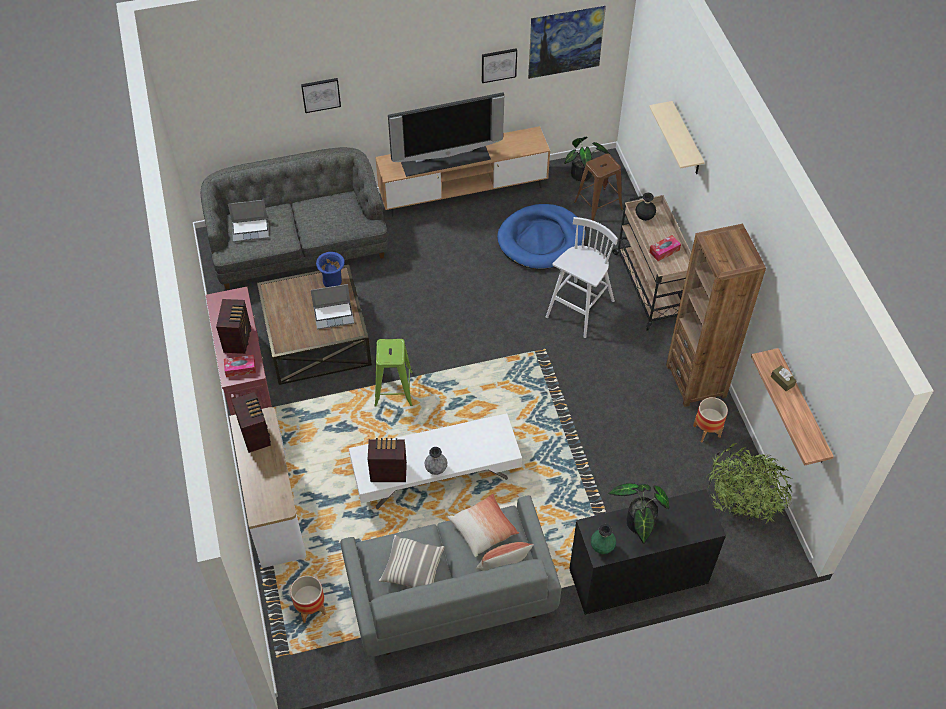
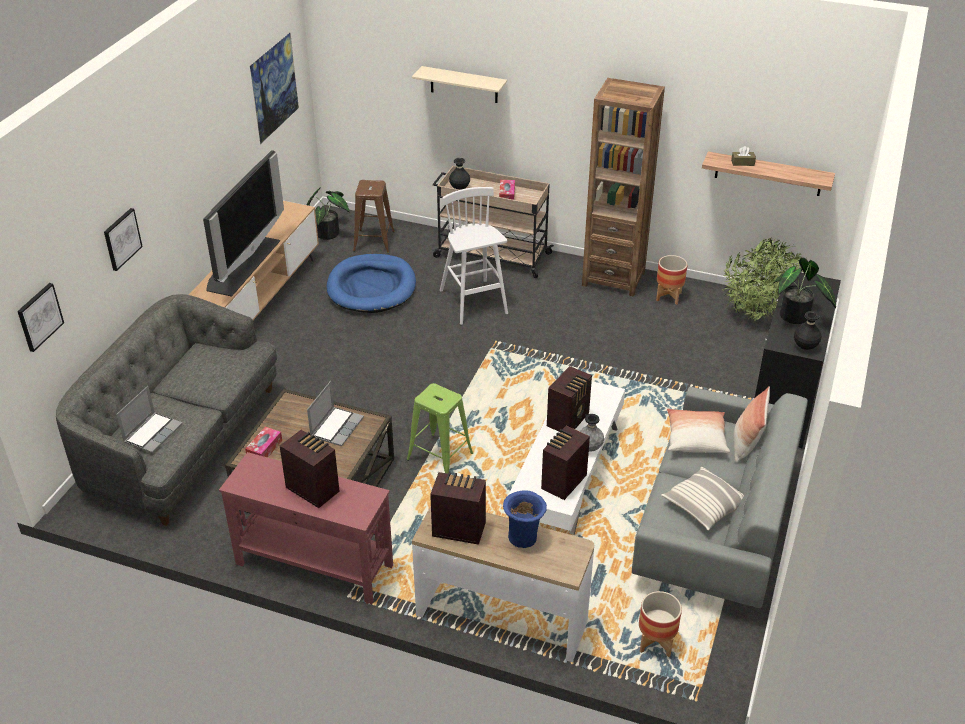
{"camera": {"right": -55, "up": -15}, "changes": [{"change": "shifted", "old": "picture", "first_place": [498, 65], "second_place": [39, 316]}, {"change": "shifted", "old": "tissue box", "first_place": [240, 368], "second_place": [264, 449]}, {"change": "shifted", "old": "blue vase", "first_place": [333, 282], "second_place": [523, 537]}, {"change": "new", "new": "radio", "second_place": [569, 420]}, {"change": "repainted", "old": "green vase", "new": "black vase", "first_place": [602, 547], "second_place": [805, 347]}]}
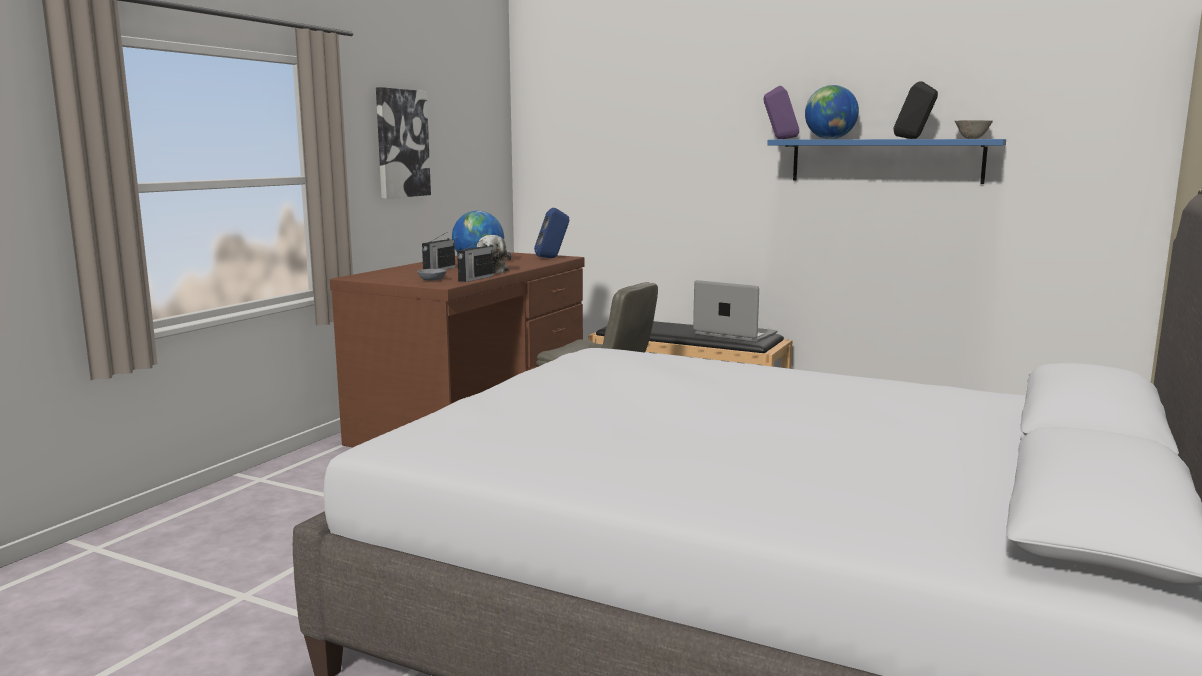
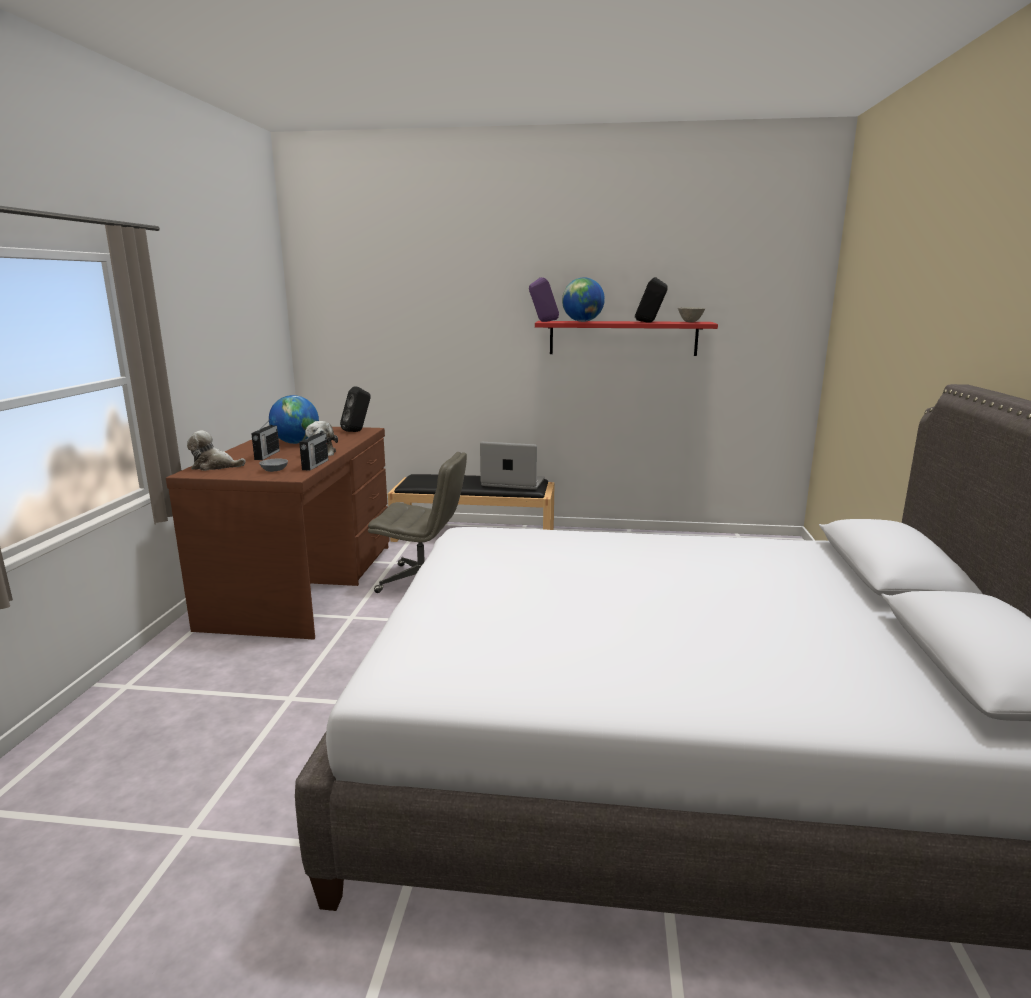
{"camera": {"right": -20, "up": 5}, "changes": [{"change": "new", "new": "plush toy", "second_place": [214, 466]}, {"change": "repainted", "old": "blue speaker", "new": "black speaker", "first_place": [552, 258], "second_place": [357, 431]}, {"change": "repainted", "old": "blue shelf", "new": "red shelf", "first_place": [885, 160], "second_place": [623, 338]}, {"change": "gone", "old": "picture", "first_place": [401, 143]}]}
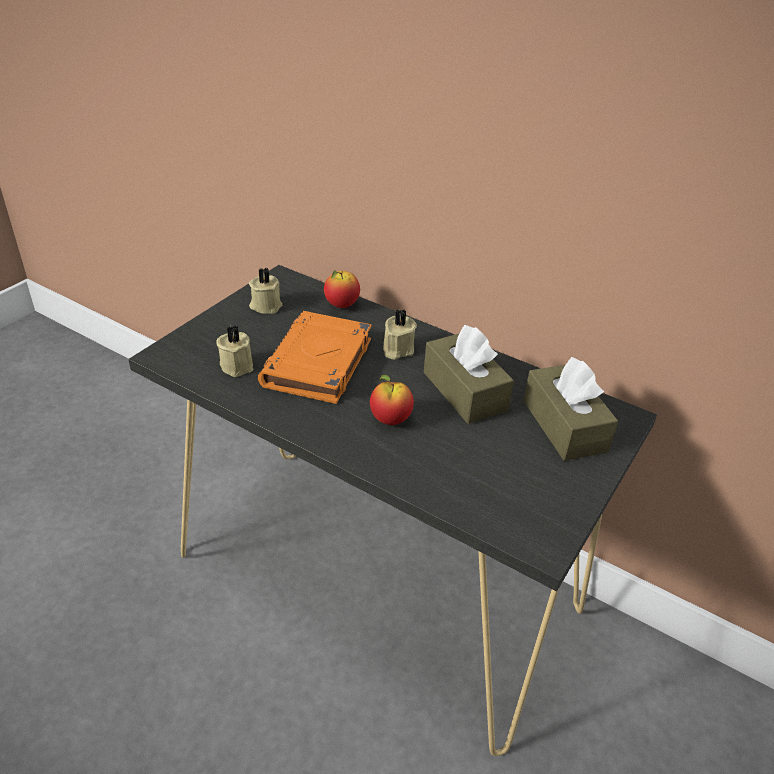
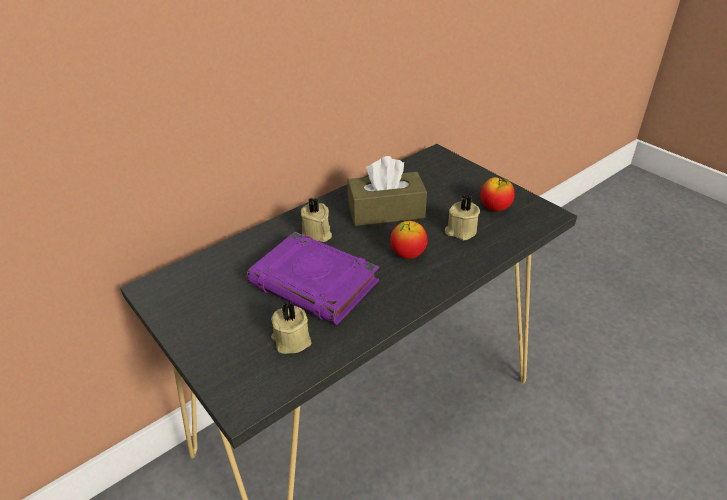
{"camera": {"right": -70, "up": 0}, "changes": [{"change": "repainted", "old": "orange book", "new": "purple book", "first_place": [318, 364], "second_place": [315, 284]}, {"change": "shifted", "old": "beige candle", "first_place": [266, 305], "second_place": [460, 231]}, {"change": "shifted", "old": "apple", "first_place": [341, 305], "second_place": [495, 208]}, {"change": "gone", "old": "brown tissue box", "first_place": [564, 425]}]}
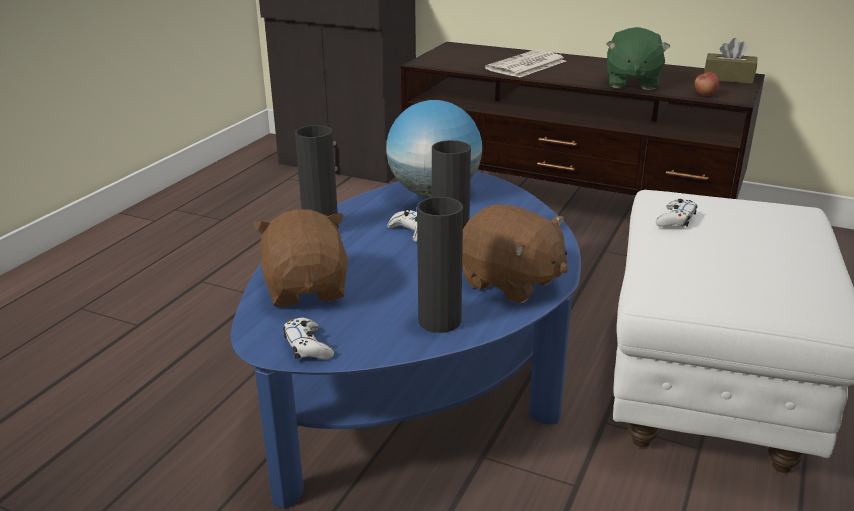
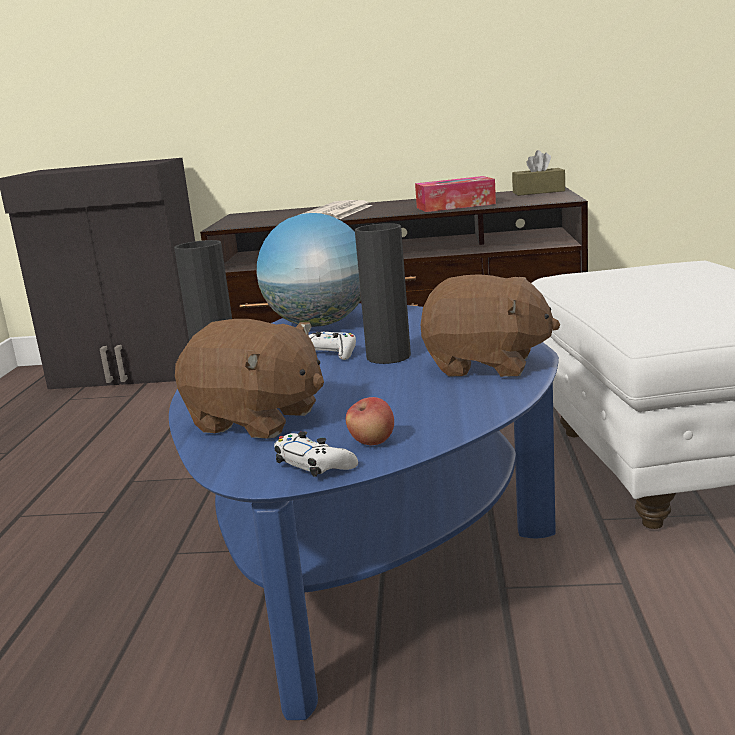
{"camera": {"right": -20, "up": -10}, "changes": [{"change": "rotated", "old": "brown plush toy", "first_place": [307, 289], "second_place": [256, 420], "degrees": 150}, {"change": "shifted", "old": "apple", "first_place": [705, 94], "second_place": [372, 442]}, {"change": "swapped", "old": "green plush toy", "new": "tissue box", "first_place": [631, 83], "second_place": [455, 206]}, {"change": "gone", "old": "black vase", "first_place": [439, 321]}, {"change": "gone", "old": "white game controller", "first_place": [676, 219]}]}
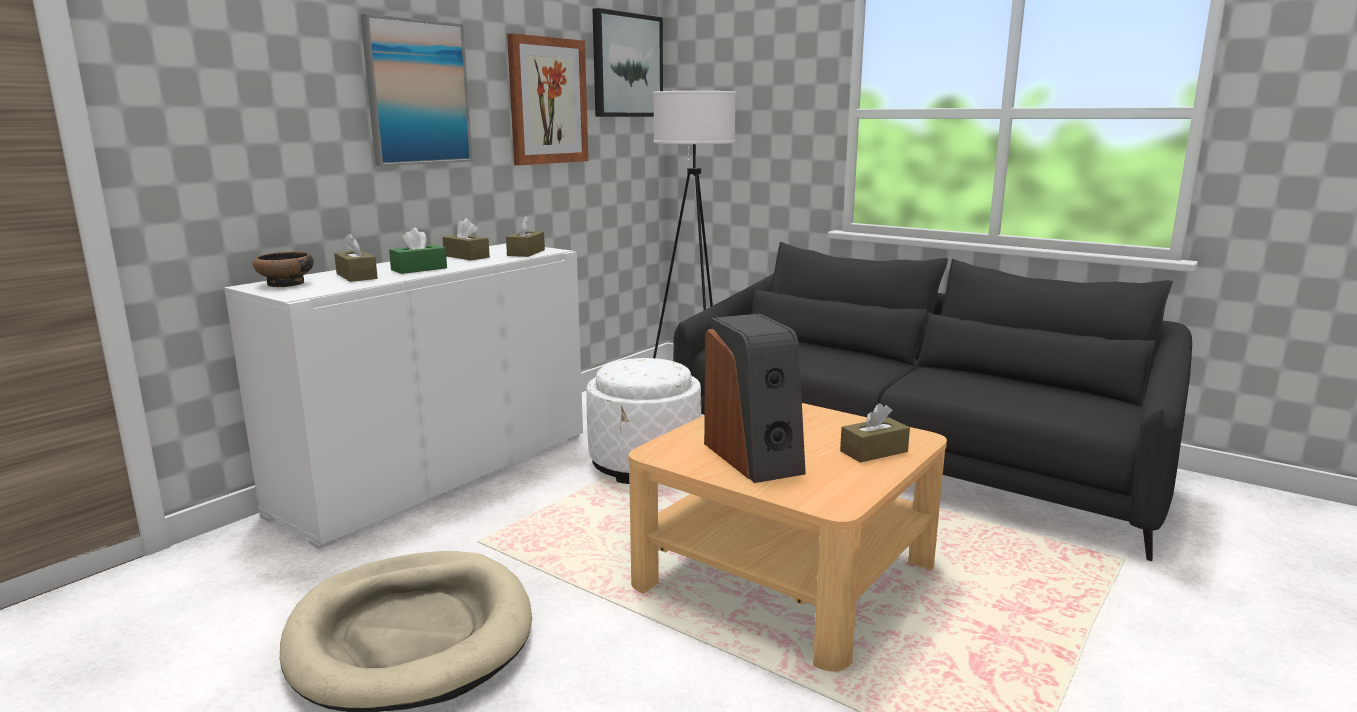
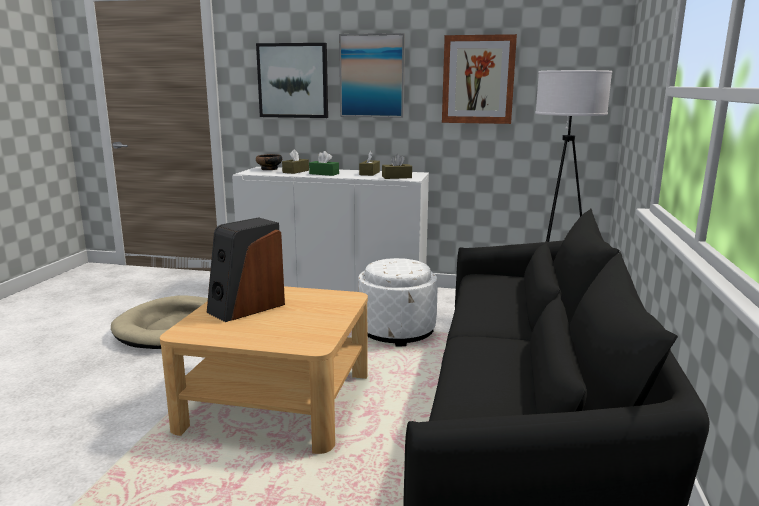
{"camera": {"right": 65, "up": 0}, "changes": [{"change": "shifted", "old": "picture", "first_place": [626, 66], "second_place": [293, 80]}, {"change": "gone", "old": "brown tissue box", "first_place": [874, 451]}]}
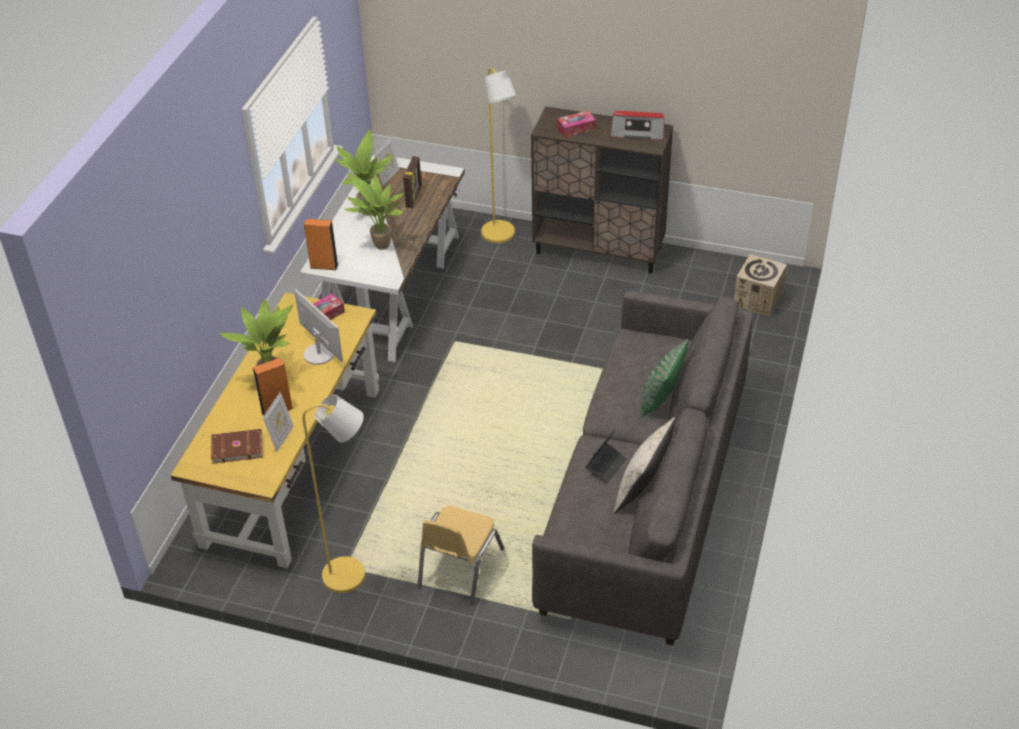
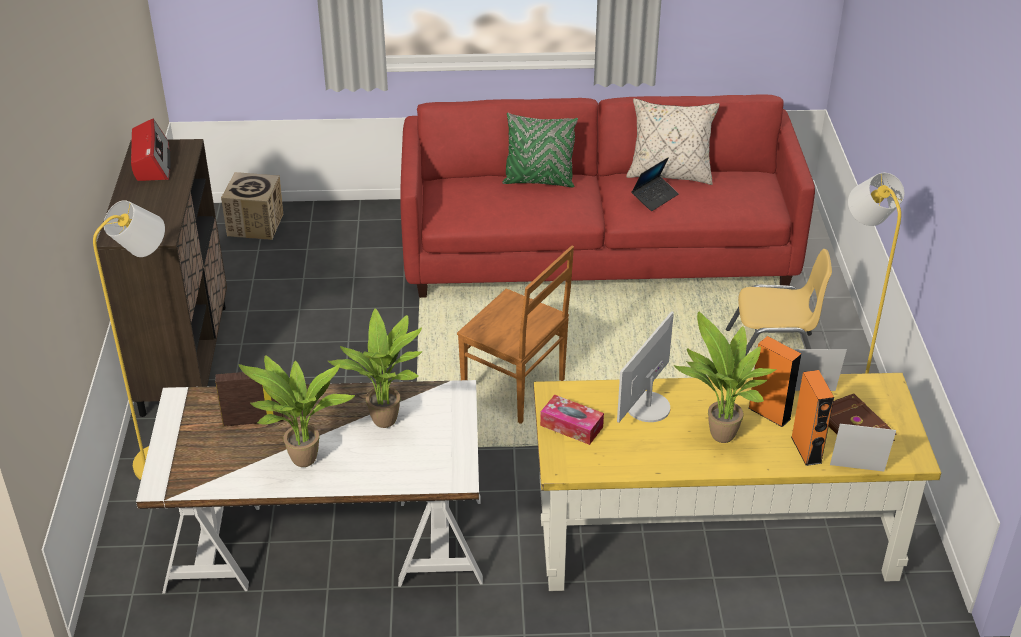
{"camera": {"right": -110, "up": -5}, "changes": [{"change": "repainted", "old": "grey sofa", "new": "red sofa", "first_place": [645, 496], "second_place": [598, 253]}, {"change": "new", "new": "brown chair", "second_place": [516, 390]}, {"change": "rotated", "old": "laptop", "first_place": [606, 466], "second_place": [654, 197], "degrees": 120}, {"change": "shifted", "old": "orange speaker", "first_place": [324, 266], "second_place": [806, 450]}, {"change": "shifted", "old": "picture frame", "first_place": [388, 177], "second_place": [857, 471]}, {"change": "gone", "old": "tissue box", "first_place": [576, 129]}]}
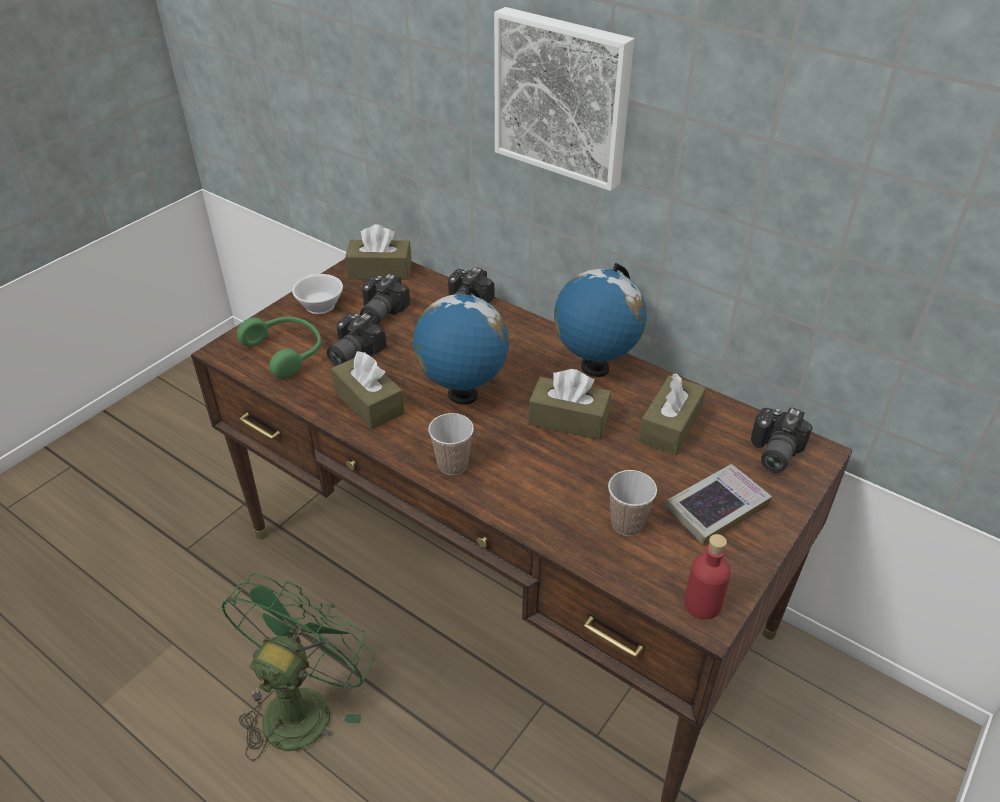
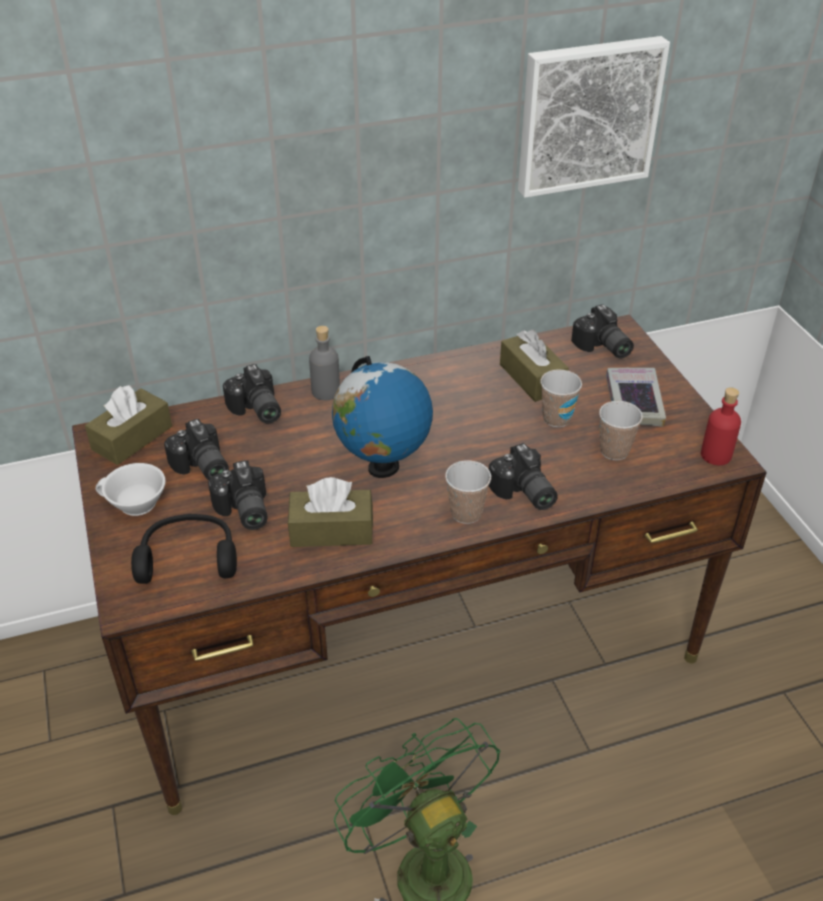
{"camera": {"right": -55, "up": 0}, "changes": [{"change": "repainted", "old": "green headphones", "new": "black headphones", "first_place": [287, 352], "second_place": [188, 557]}, {"change": "new", "new": "grey bottle", "second_place": [326, 391]}, {"change": "new", "new": "photo camera", "second_place": [523, 494]}, {"change": "shifted", "old": "picture", "first_place": [563, 97], "second_place": [587, 115]}, {"change": "new", "new": "cup", "second_place": [556, 419]}, {"change": "gone", "old": "brown tissue box", "first_place": [568, 419]}, {"change": "gone", "old": "globe", "first_place": [594, 368]}]}
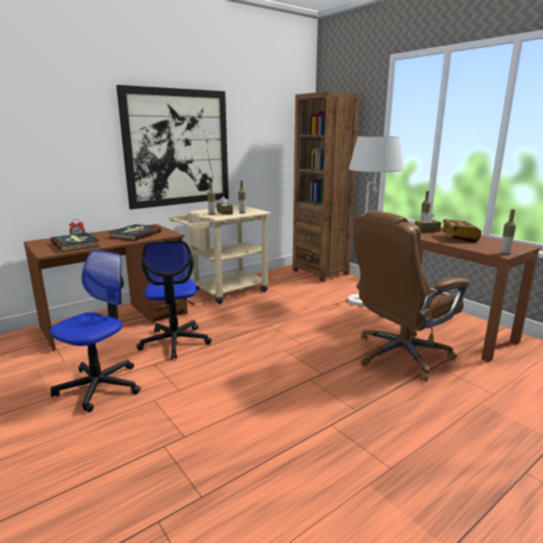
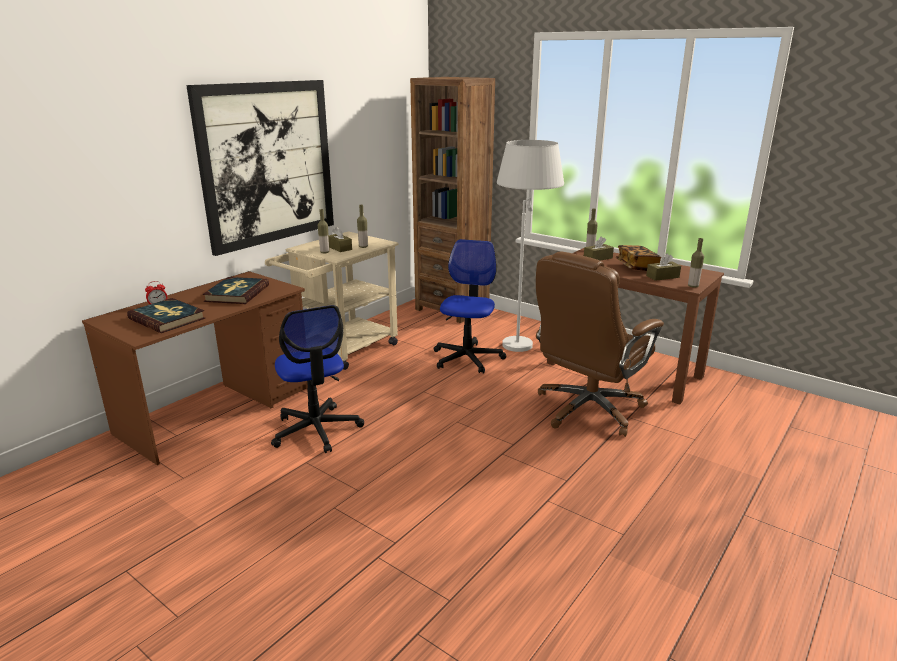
{"camera": {"right": -15, "up": 5}, "changes": [{"change": "shifted", "old": "office chair", "first_place": [99, 386], "second_place": [467, 358]}, {"change": "new", "new": "brown tissue box", "second_place": [662, 276]}]}
